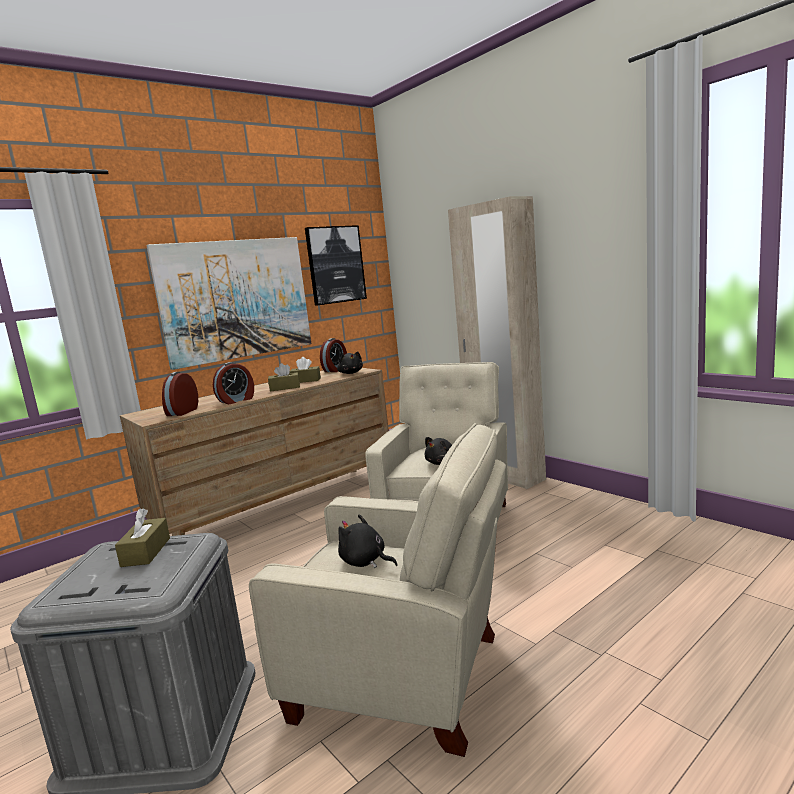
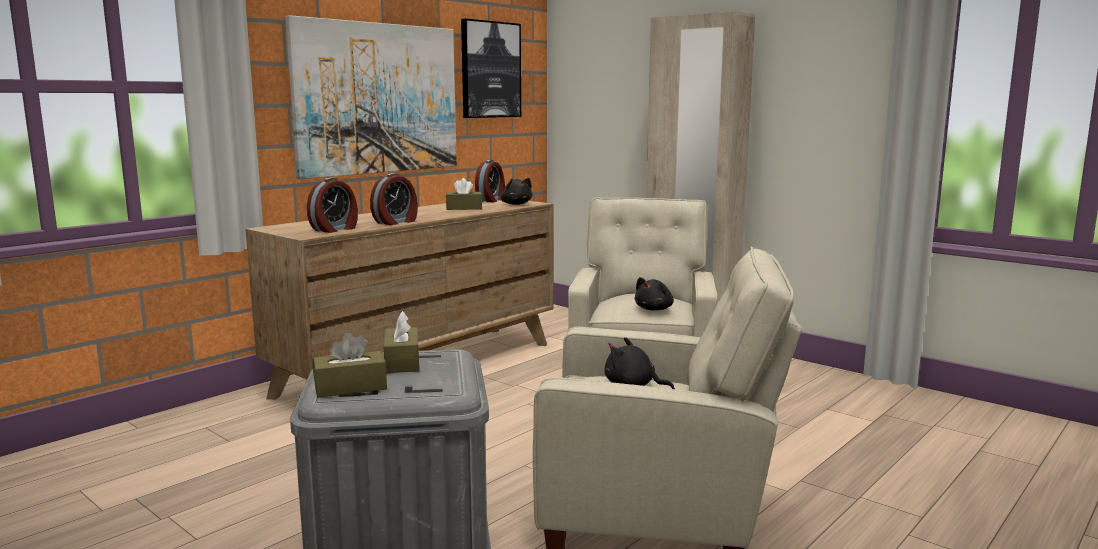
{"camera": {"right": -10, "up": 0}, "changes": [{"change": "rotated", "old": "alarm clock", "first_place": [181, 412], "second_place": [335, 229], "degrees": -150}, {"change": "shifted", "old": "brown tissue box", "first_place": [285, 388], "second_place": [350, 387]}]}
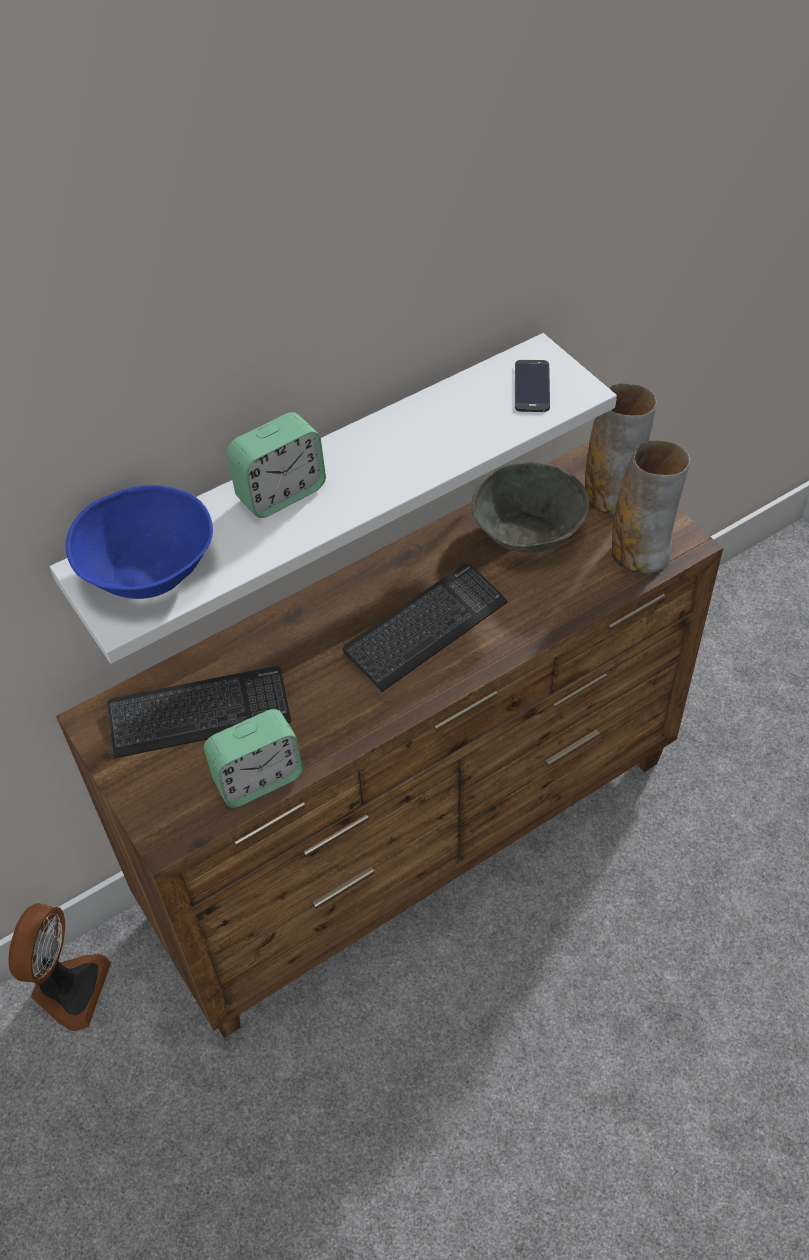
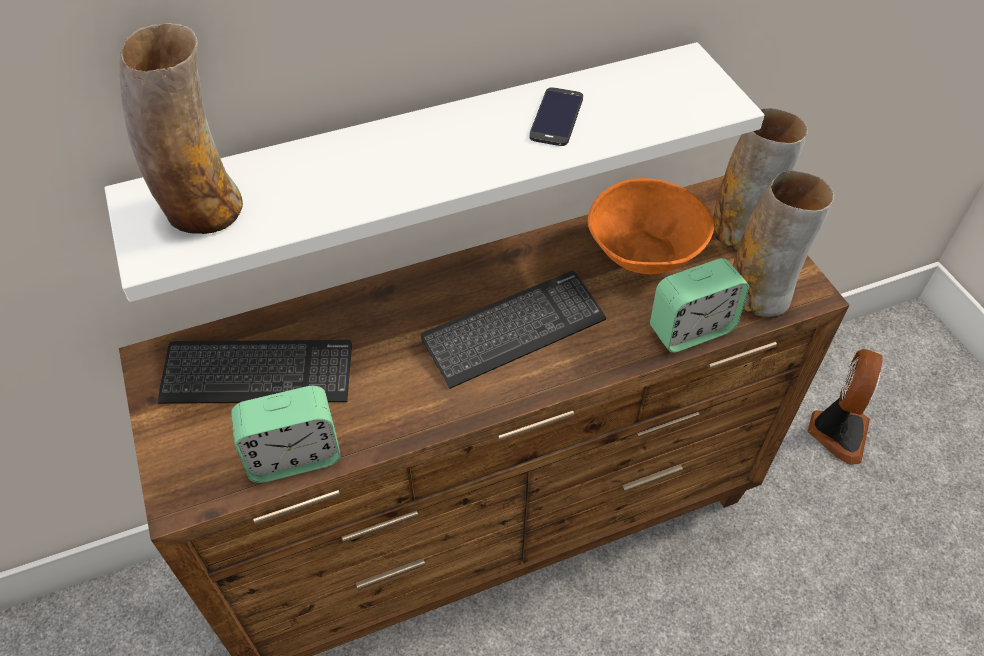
{"camera": {"right": 10, "up": 0}, "changes": [{"change": "swapped", "old": "blue bowl", "new": "vase", "first_place": [149, 570], "second_place": [203, 209]}, {"change": "shifted", "old": "phone", "first_place": [531, 386], "second_place": [556, 117]}, {"change": "repainted", "old": "grey bowl", "new": "orange bowl", "first_place": [529, 534], "second_place": [645, 254]}, {"change": "shifted", "old": "alarm clock", "first_place": [281, 493], "second_place": [691, 329]}, {"change": "shifted", "old": "fan", "first_place": [68, 988], "second_place": [836, 431]}]}
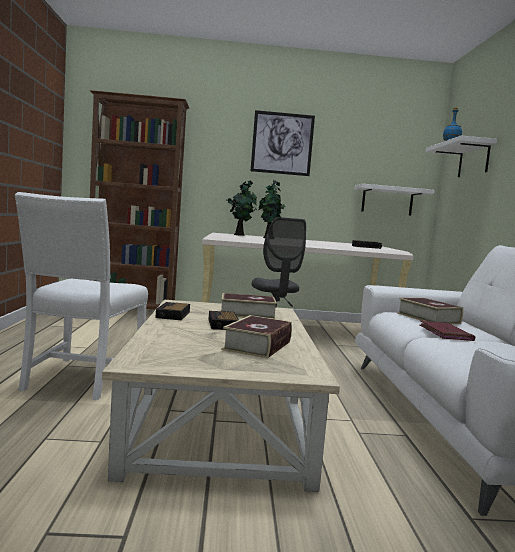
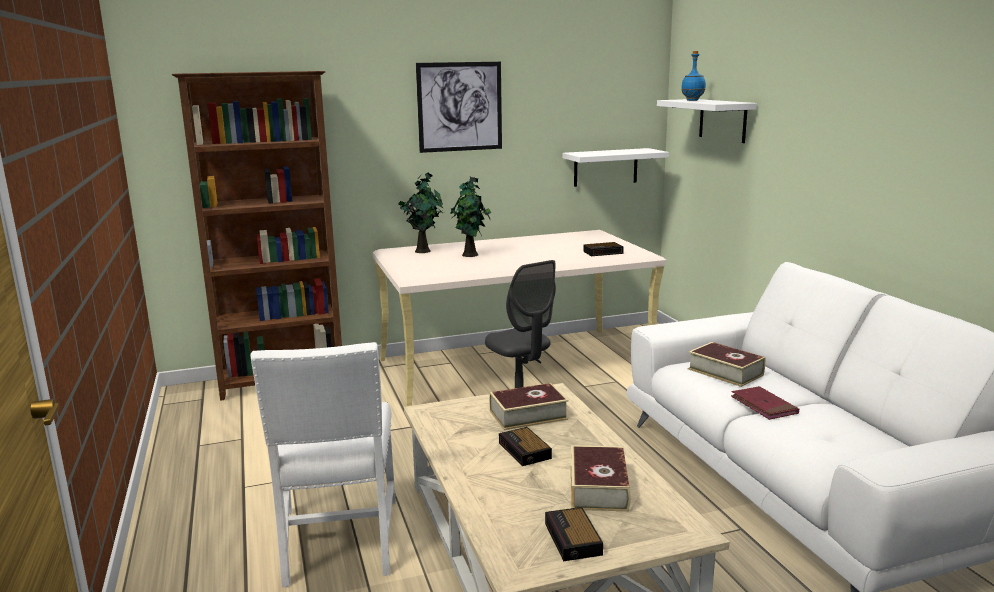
{"camera": {"right": -15, "up": 10}, "changes": [{"change": "shifted", "old": "alarm clock", "first_place": [172, 315], "second_place": [573, 540]}]}
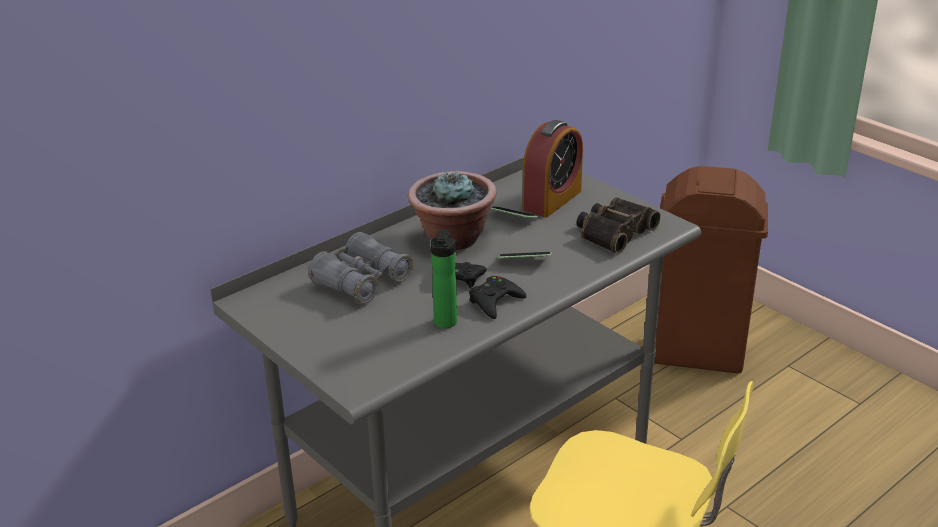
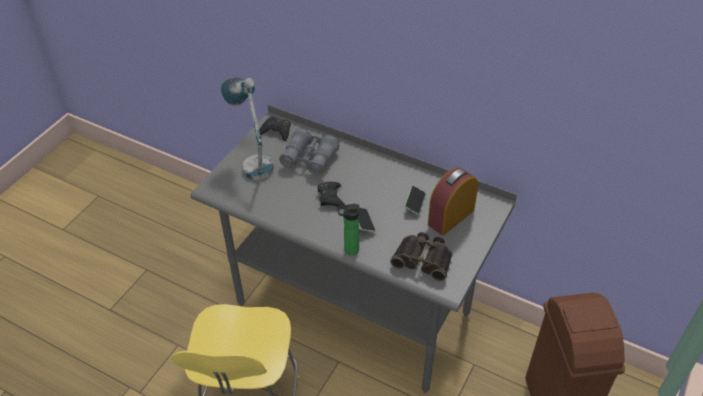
{"camera": {"right": 70, "up": 15}, "changes": [{"change": "new", "new": "table lamp", "second_place": [253, 160]}, {"change": "shifted", "old": "black game controller", "first_place": [495, 301], "second_place": [276, 131]}, {"change": "shifted", "old": "bottle", "first_place": [445, 324], "second_place": [349, 250]}, {"change": "rotated", "old": "alarm clock", "first_place": [552, 200], "second_place": [451, 217], "degrees": 120}, {"change": "gone", "old": "potted plant", "first_place": [453, 238]}]}
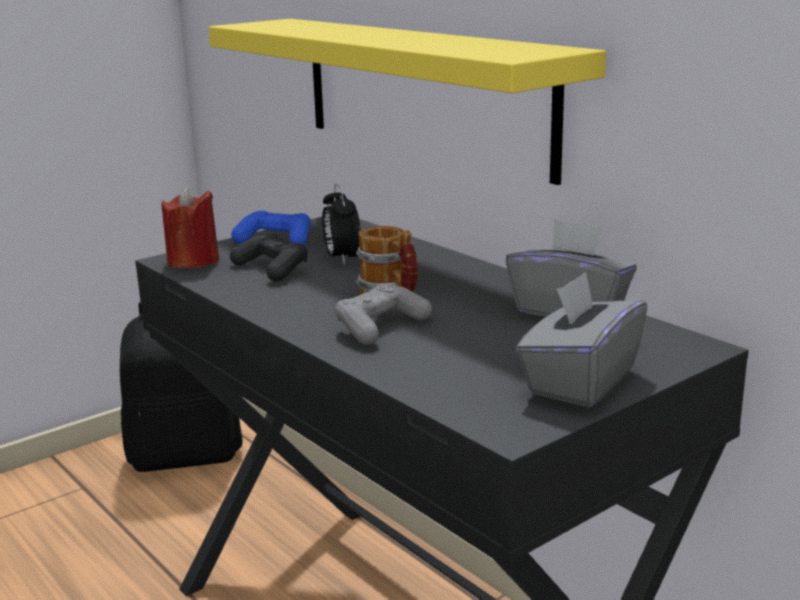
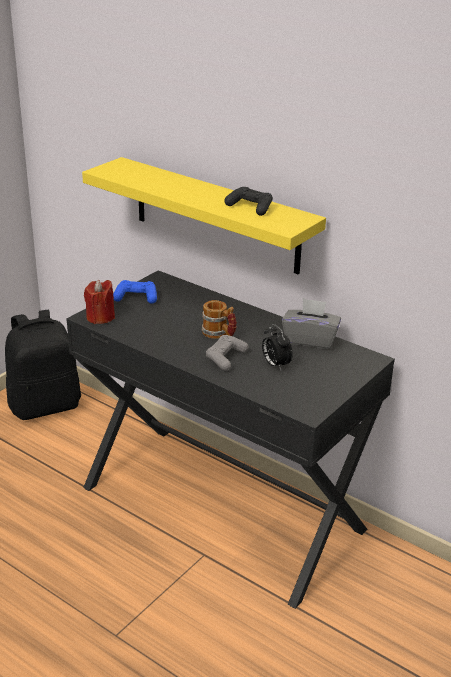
{"camera": {"right": -15, "up": 10}, "changes": [{"change": "shifted", "old": "black game controller", "first_place": [272, 268], "second_place": [250, 207]}, {"change": "shifted", "old": "alarm clock", "first_place": [342, 259], "second_place": [275, 365]}, {"change": "gone", "old": "grey tissue box", "first_place": [580, 381]}]}
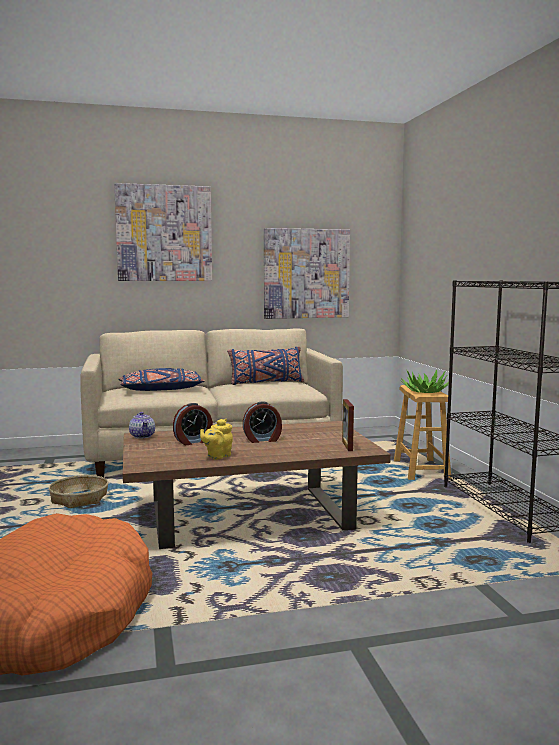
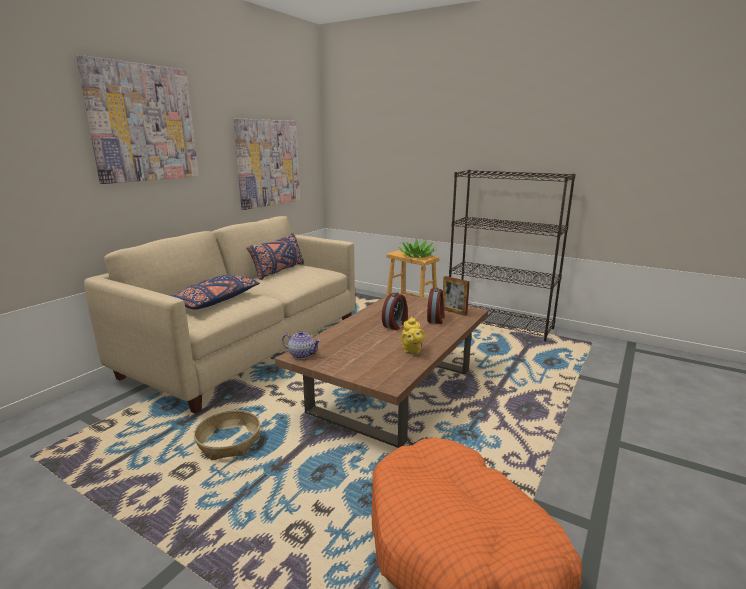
{"camera": {"right": -45, "up": 10}, "changes": [{"change": "shifted", "old": "alarm clock", "first_place": [193, 441], "second_place": [436, 319]}]}
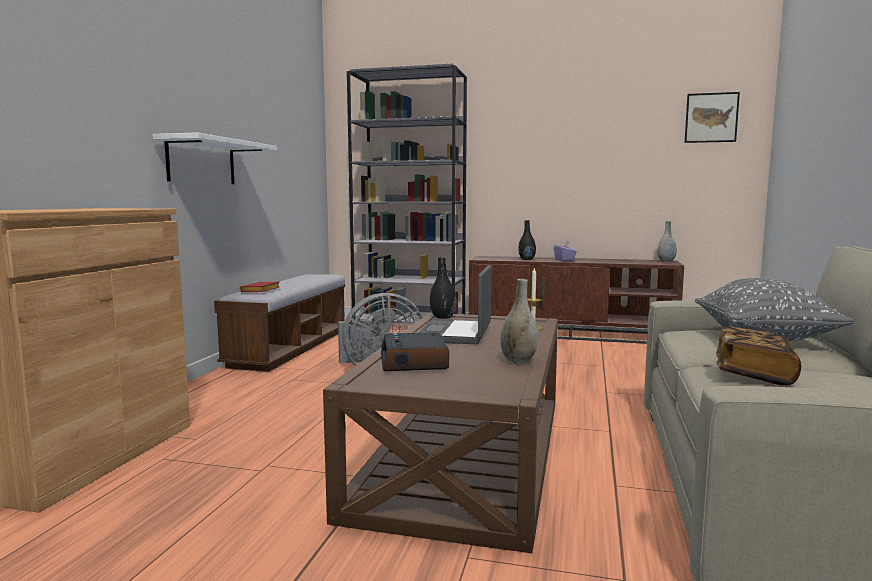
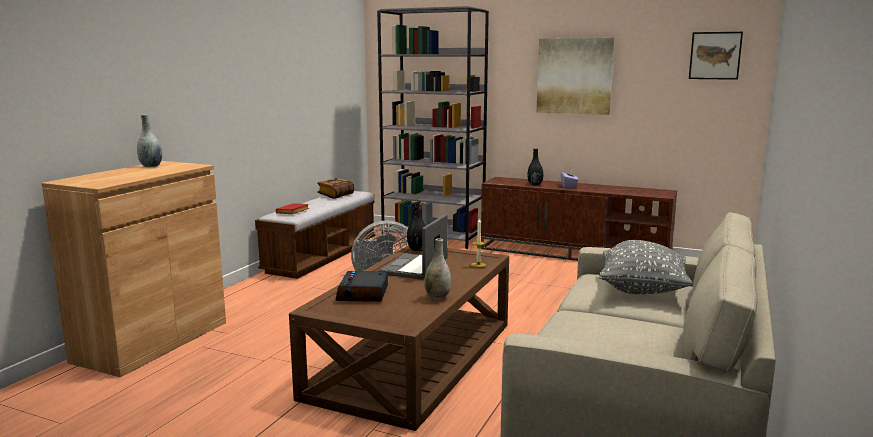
{"camera": {"right": 10, "up": 5}, "changes": [{"change": "shifted", "old": "grey vase", "first_place": [666, 261], "second_place": [151, 166]}, {"change": "shifted", "old": "book", "first_place": [754, 373], "second_place": [336, 195]}, {"change": "new", "new": "picture", "second_place": [574, 76]}, {"change": "gone", "old": "white shelf", "first_place": [201, 162]}]}
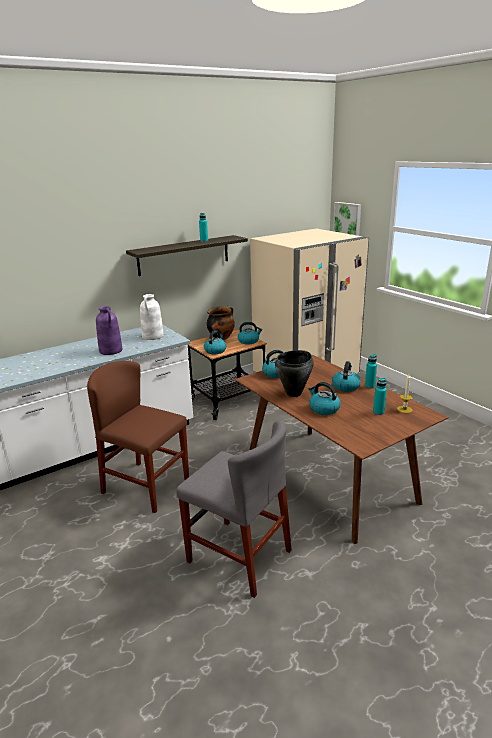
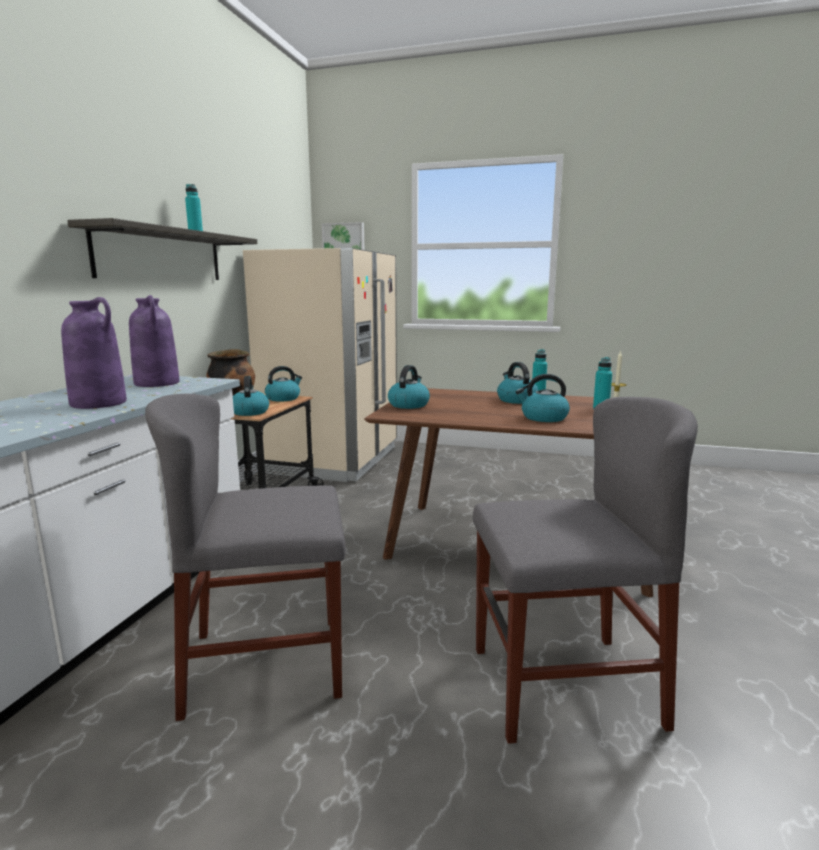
{"camera": {"right": -40, "up": -10}, "changes": [{"change": "repainted", "old": "white vase", "new": "purple vase", "first_place": [153, 336], "second_place": [157, 383]}, {"change": "repainted", "old": "brown chair", "new": "grey chair", "first_place": [146, 486], "second_place": [266, 664]}, {"change": "gone", "old": "black cooking pot", "first_place": [294, 393]}]}
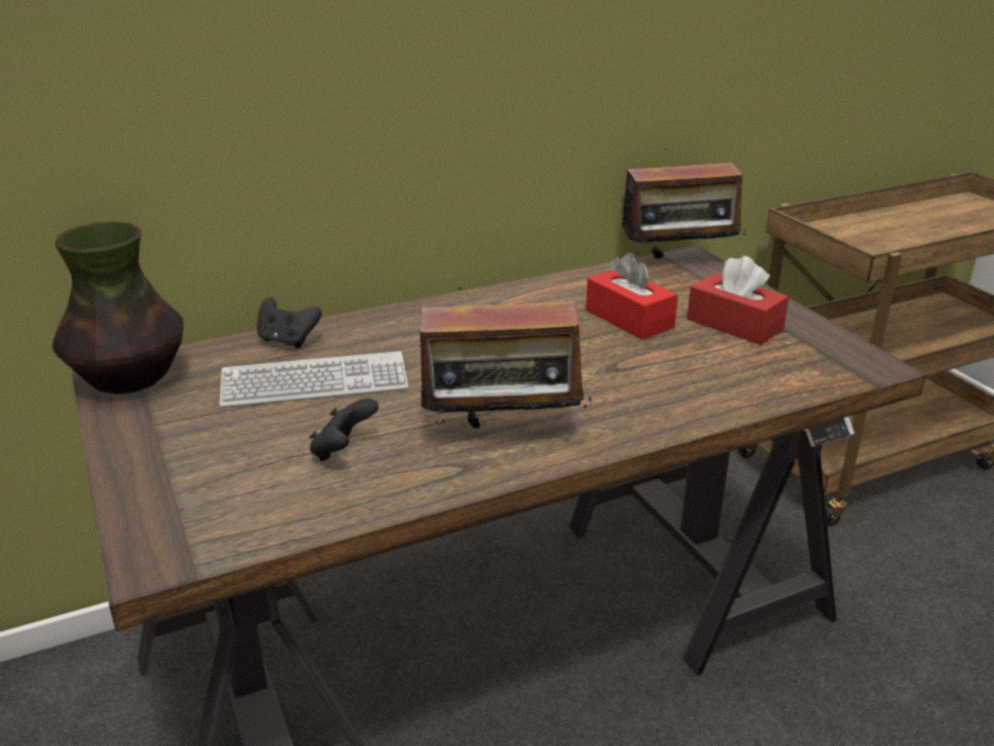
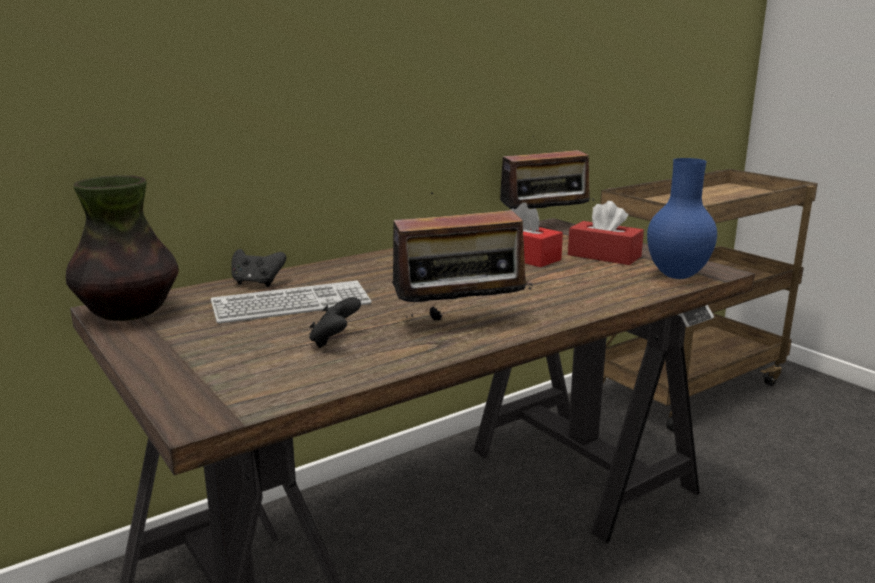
{"camera": {"right": -10, "up": -10}, "changes": [{"change": "new", "new": "blue vase", "second_place": [678, 276]}]}
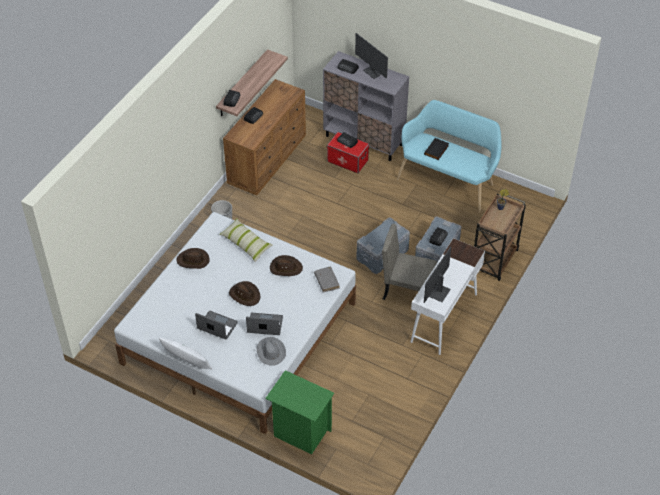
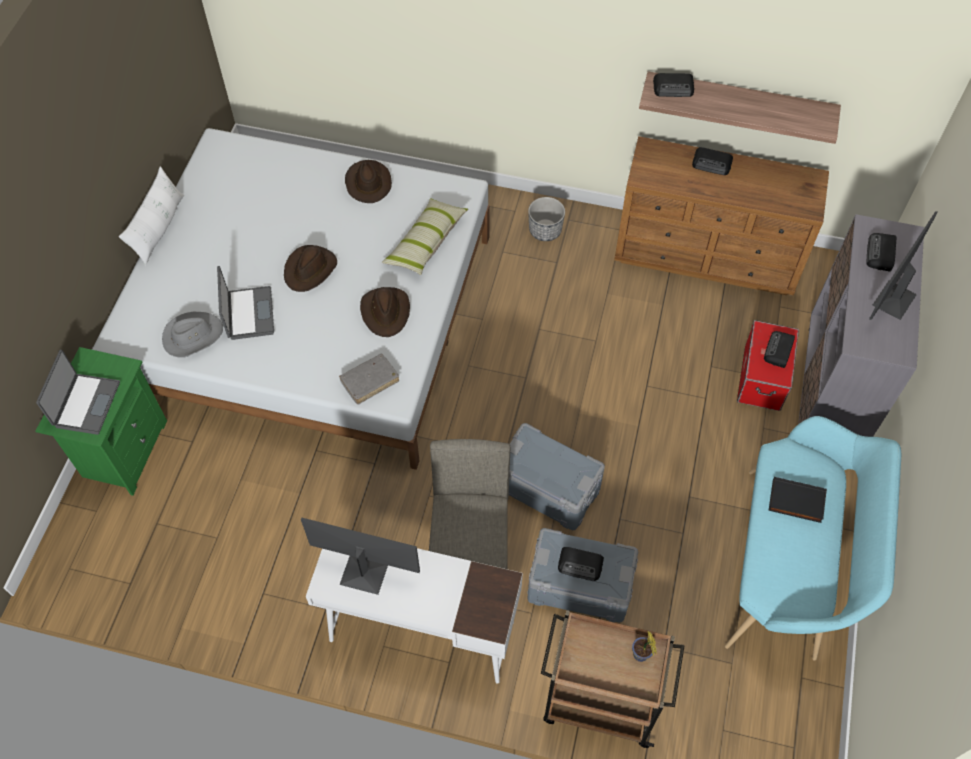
{"camera": {"right": 75, "up": 10}, "changes": [{"change": "shifted", "old": "laptop", "first_place": [217, 326], "second_place": [86, 404]}]}
